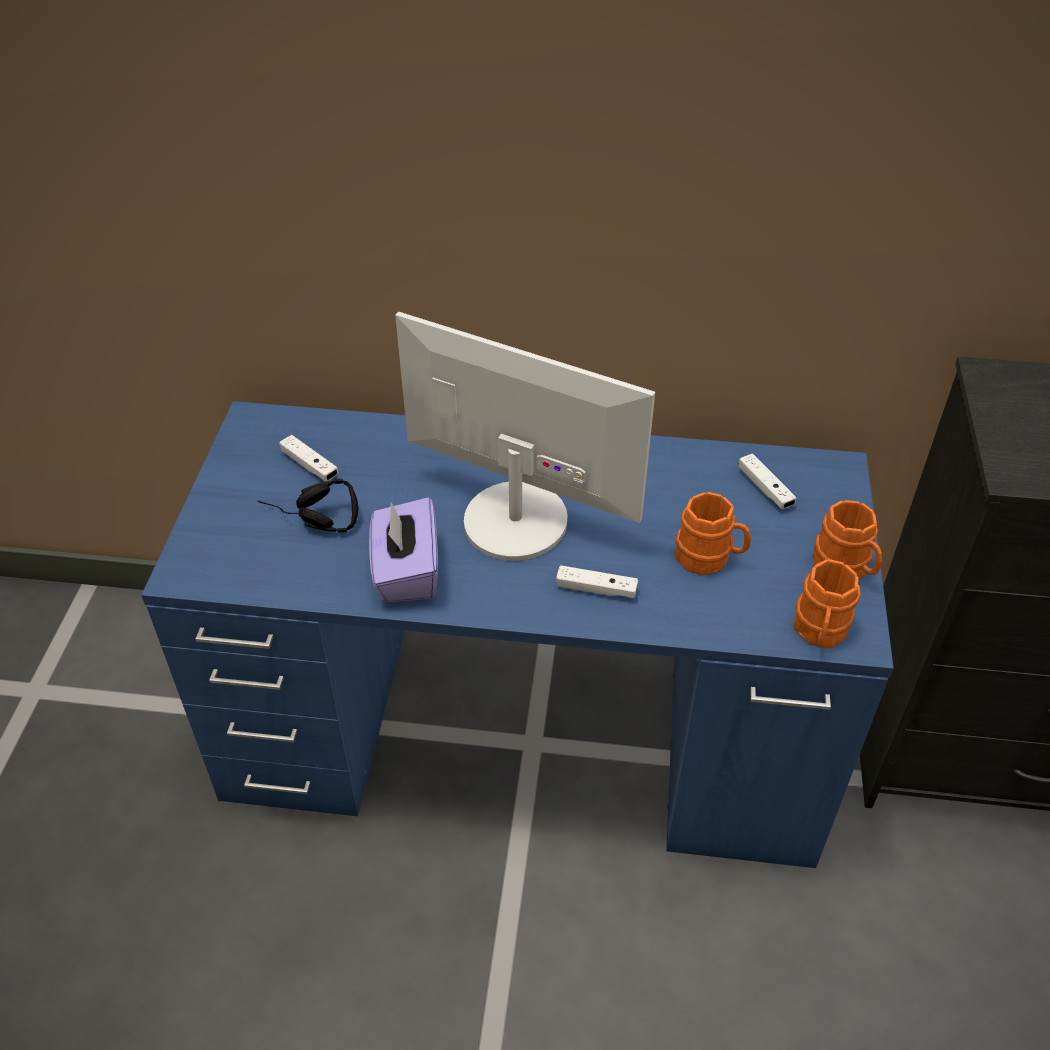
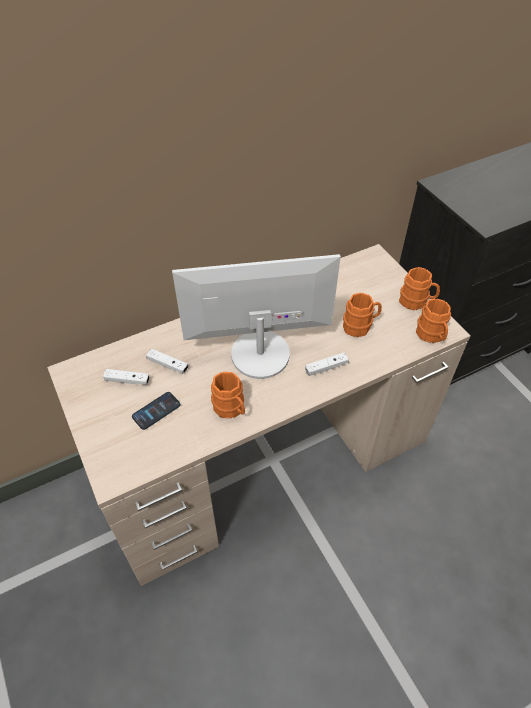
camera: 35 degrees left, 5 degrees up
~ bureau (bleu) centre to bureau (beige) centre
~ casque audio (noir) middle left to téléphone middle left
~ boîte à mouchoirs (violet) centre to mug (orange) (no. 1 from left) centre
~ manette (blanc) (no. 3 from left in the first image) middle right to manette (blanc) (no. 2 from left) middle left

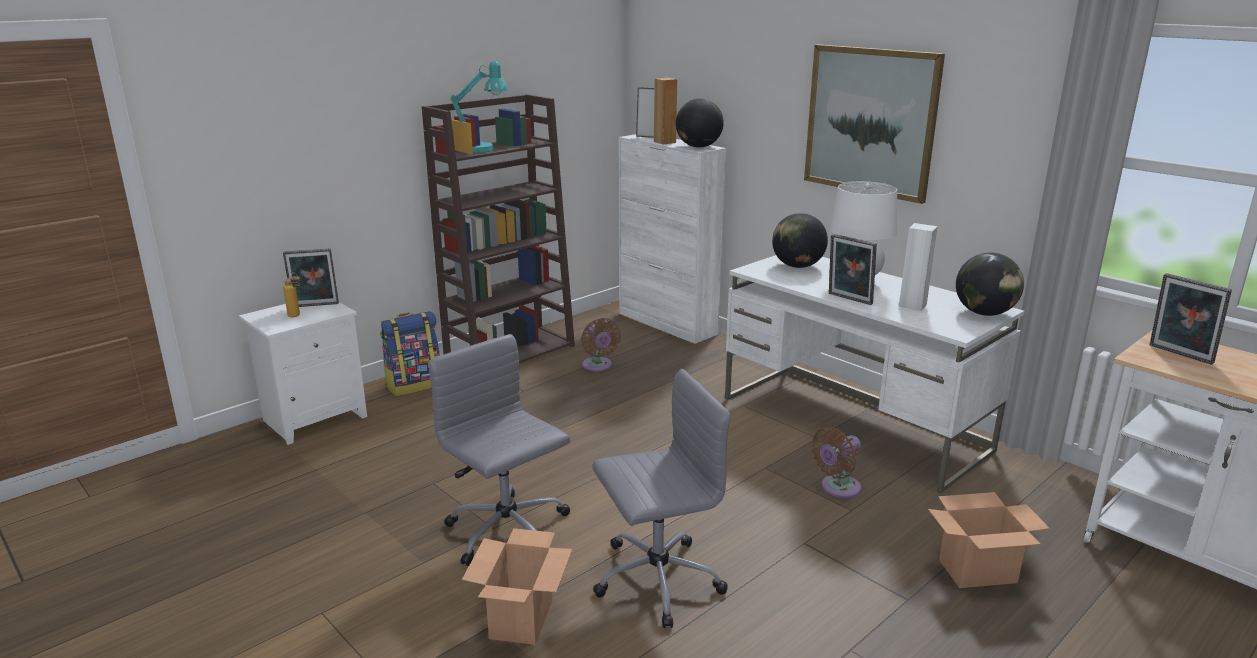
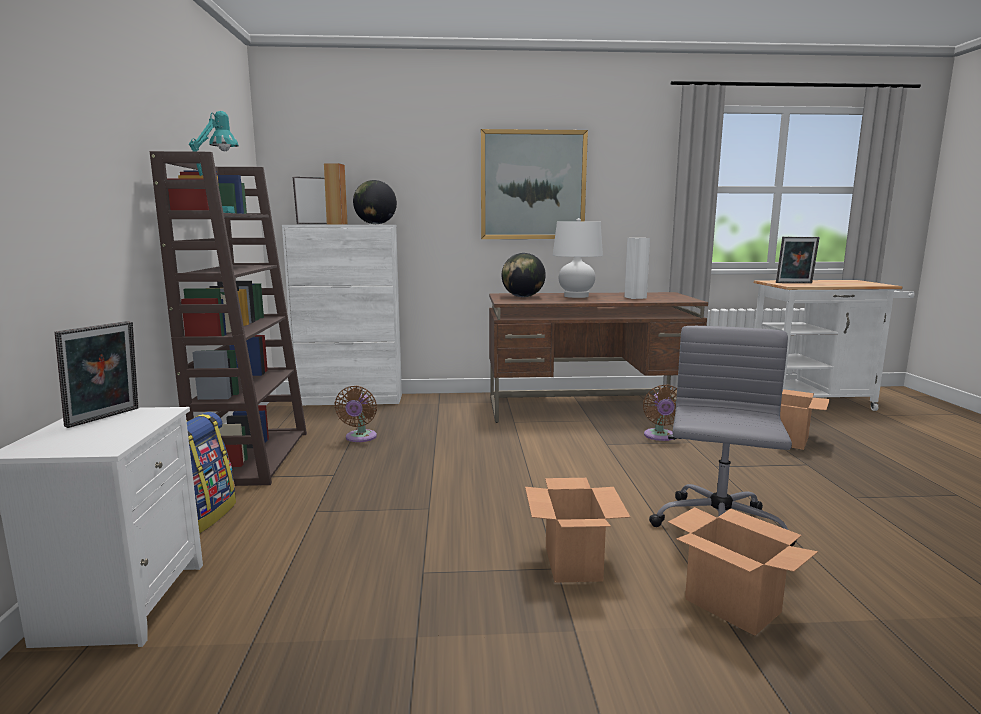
camera: 50 degrees left, 10 degrees down
- bouteille middle left
~ chaise de bureau (gris) (no. 1 from left) bottom centre to carton (no. 1 from left) bottom centre
~ ventilateur (marron) (no. 1 from left) centre = centre 75 degrees clockwise
~ bureau (blanc) middle right to bureau (marron) centre
- cadre photo (no. 3 from left) middle right
- globe (no. 3 from left) middle right

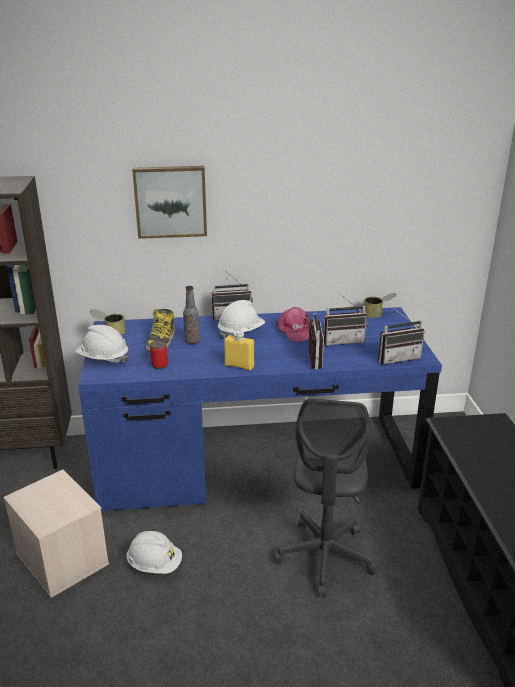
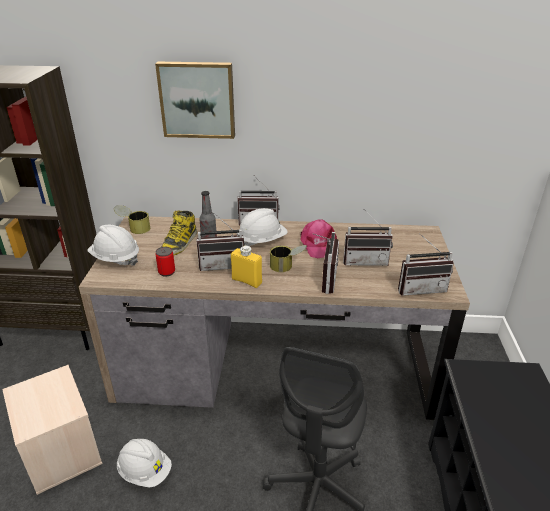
camera: 10 degrees right, 5 degrees up
~ bureau (bleu) centre to bureau (marron) centre
~ boîte métallique (no. 3 from left) middle right to centre
+ radio (no. 1 from left) centre

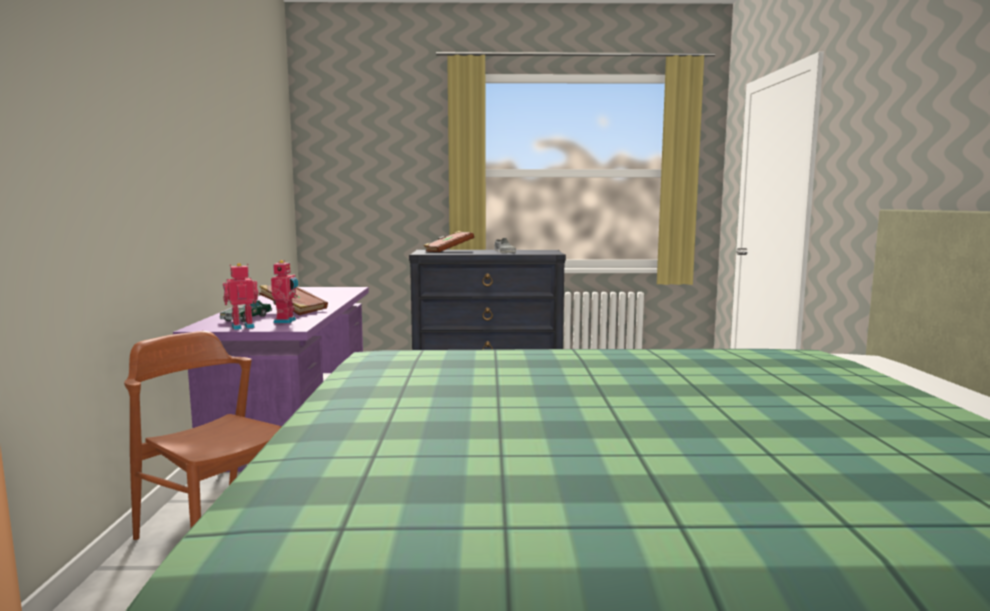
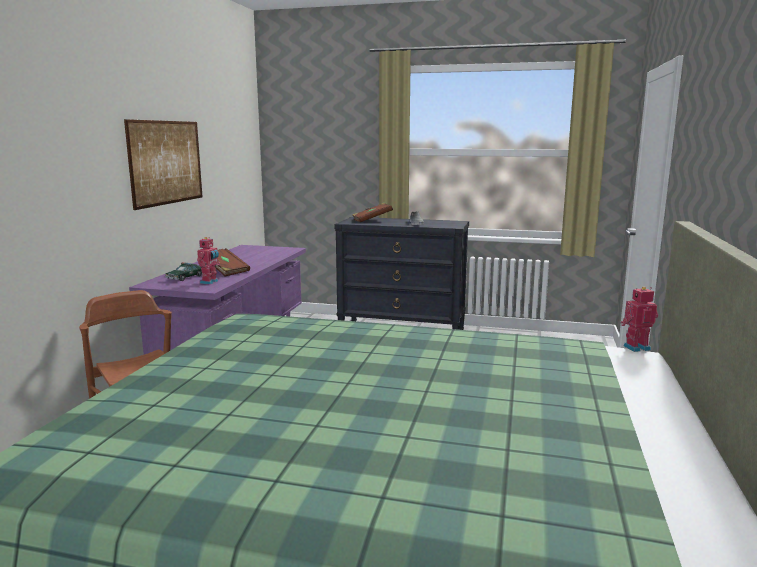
camera: 15 degrees right, 5 degrees up
~ robot jouet (no. 1 from left in the first image) middle left to robot jouet (no. 2 from left) middle right
+ tableau top left

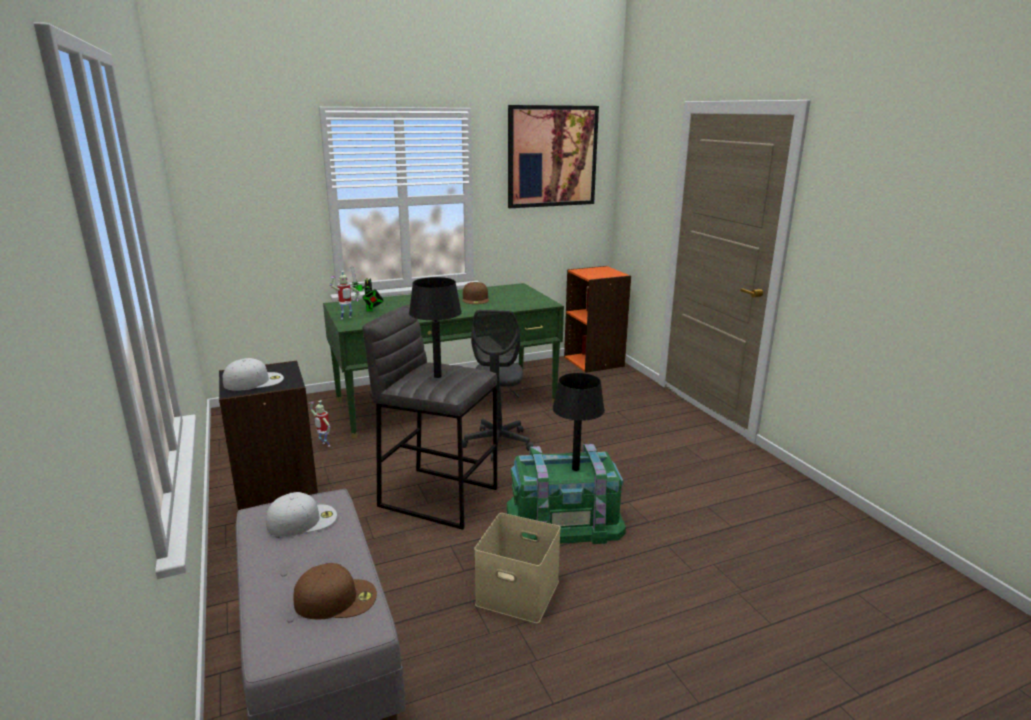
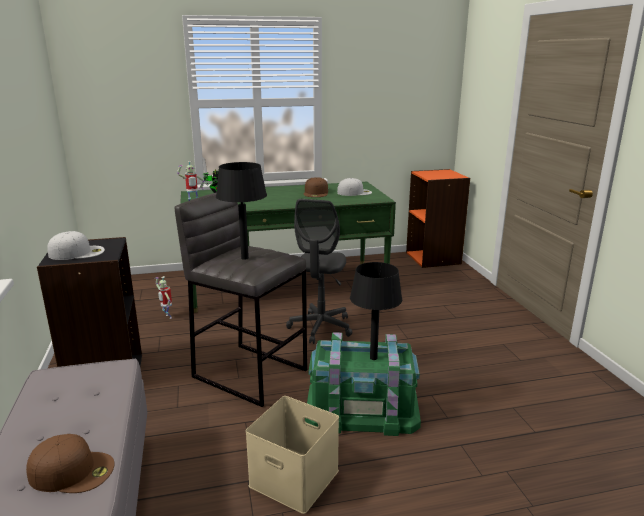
camera: 10 degrees right, 0 degrees up
~ casquette (blanc) (no. 2 from left) bottom left to centre
- tableau top centre

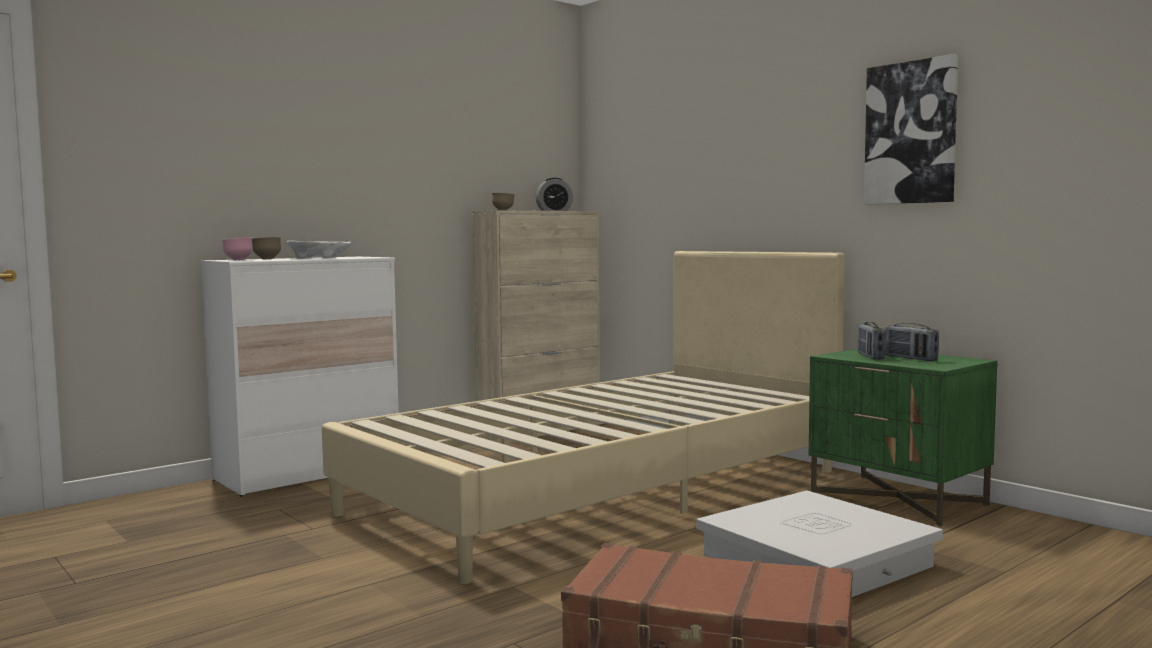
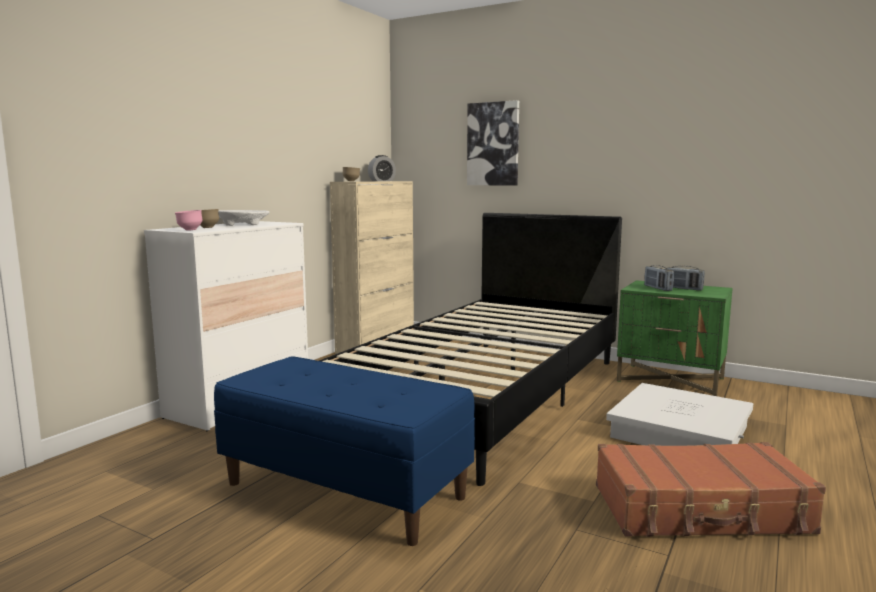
camera: 20 degrees left, 5 degrees up
~ lit (beige) centre to lit (noir) centre
~ tableau top right to top centre
+ banc (bleu) bottom centre

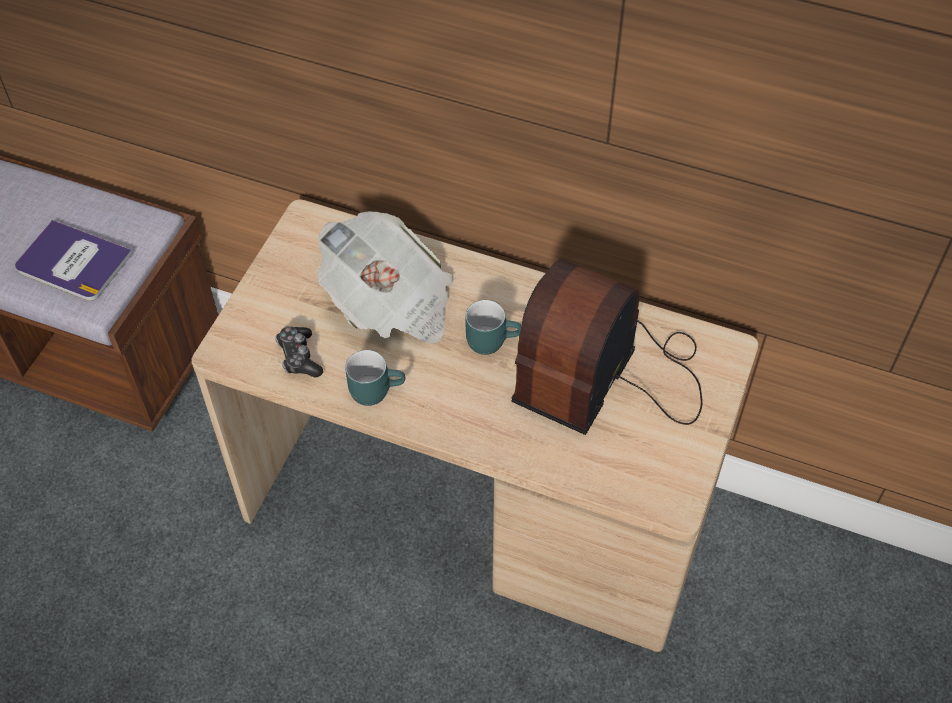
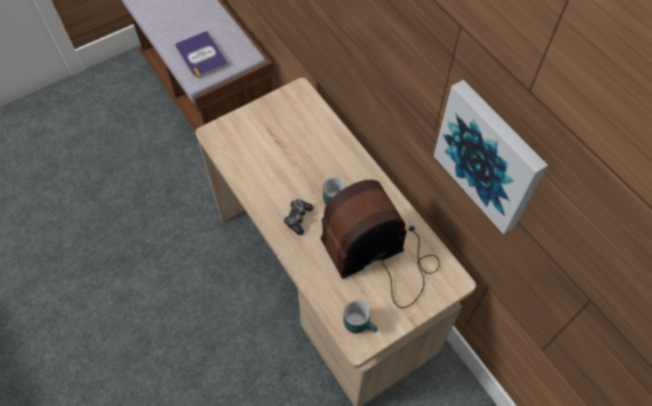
camera: 35 degrees right, 5 degrees up
~ manette middle left to centre
- journal centre
~ mug (turquoise) (no. 1 from left in the first image) centre to mug (turquoise) (no. 2 from left) bottom centre
+ tableau middle right

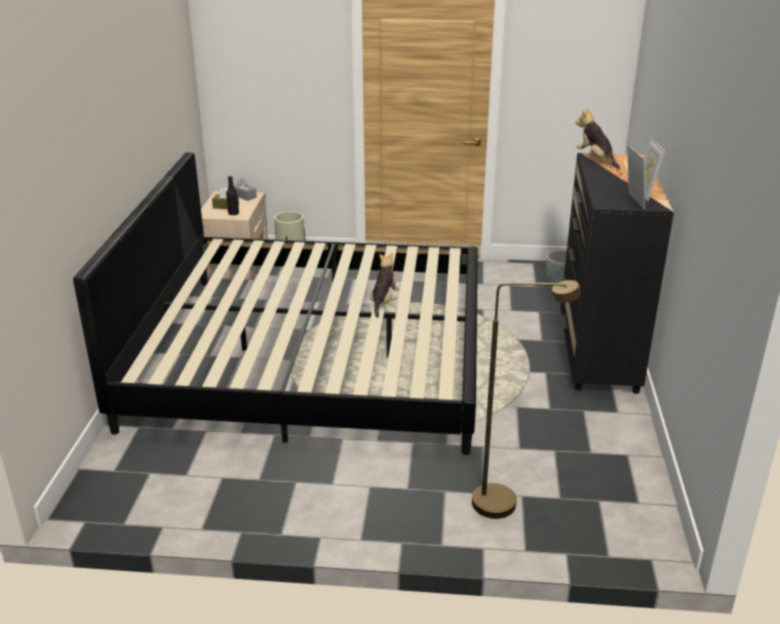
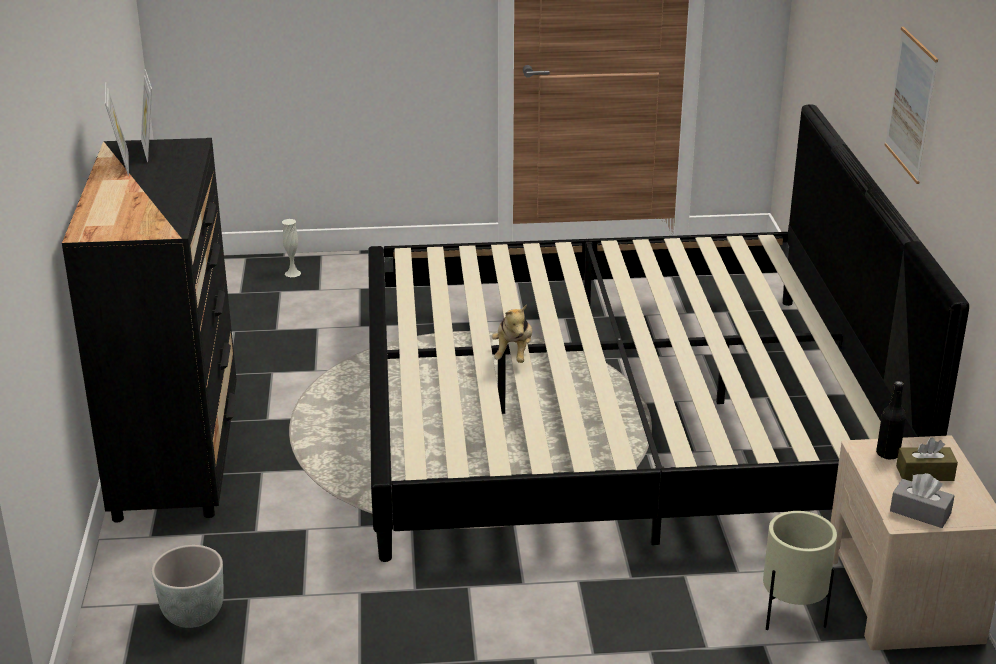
camera: 170 degrees right, 0 degrees up
- lampadaire (marron) middle right
- peluche (no. 2 from left) top right
+ vase (blanc) middle left
+ tableau top right

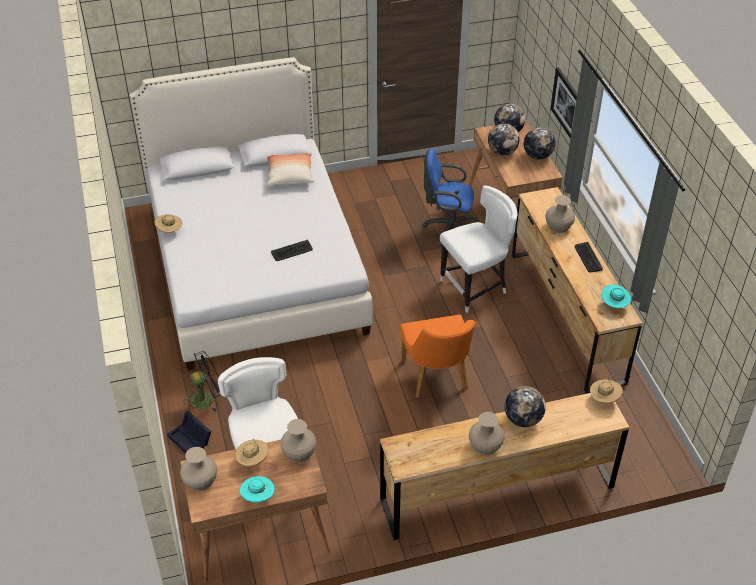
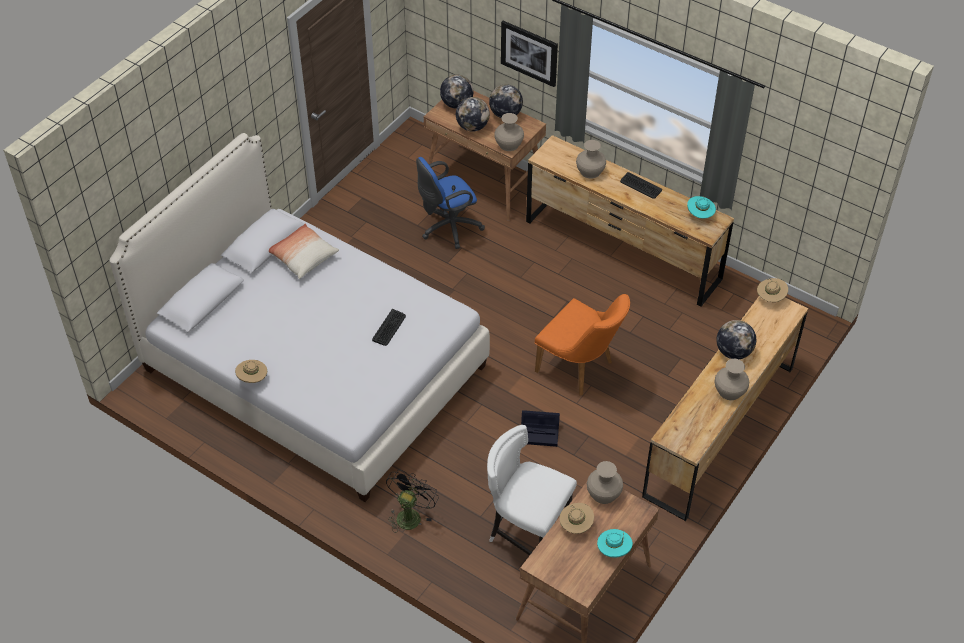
camera: 40 degrees left, 5 degrees up
~ boîte de rangement (noir) bottom left to centre
~ vase (beige) (no. 1 from left) bottom left to top centre
- chaise (blanc) (no. 2 from left) centre

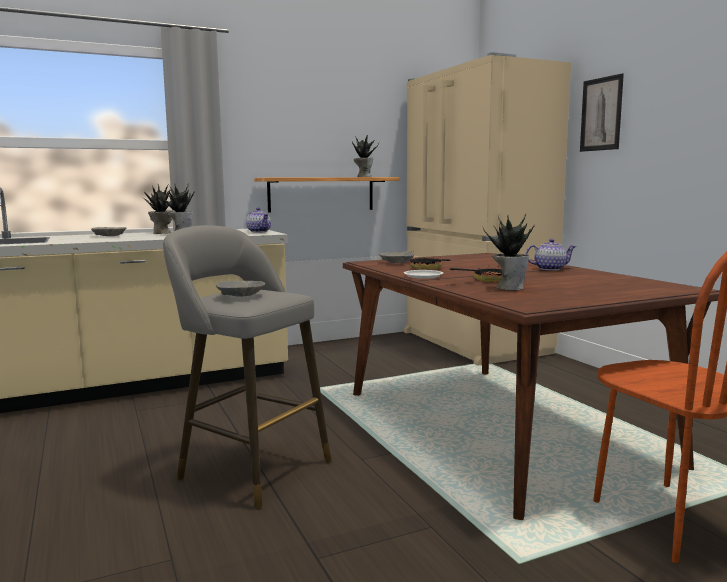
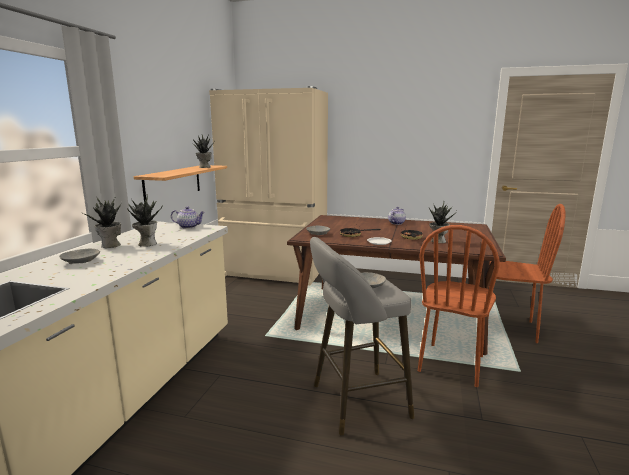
camera: 50 degrees left, 5 degrees up
- tableau top right
+ chaise (marron) (no. 1 from left) middle right

